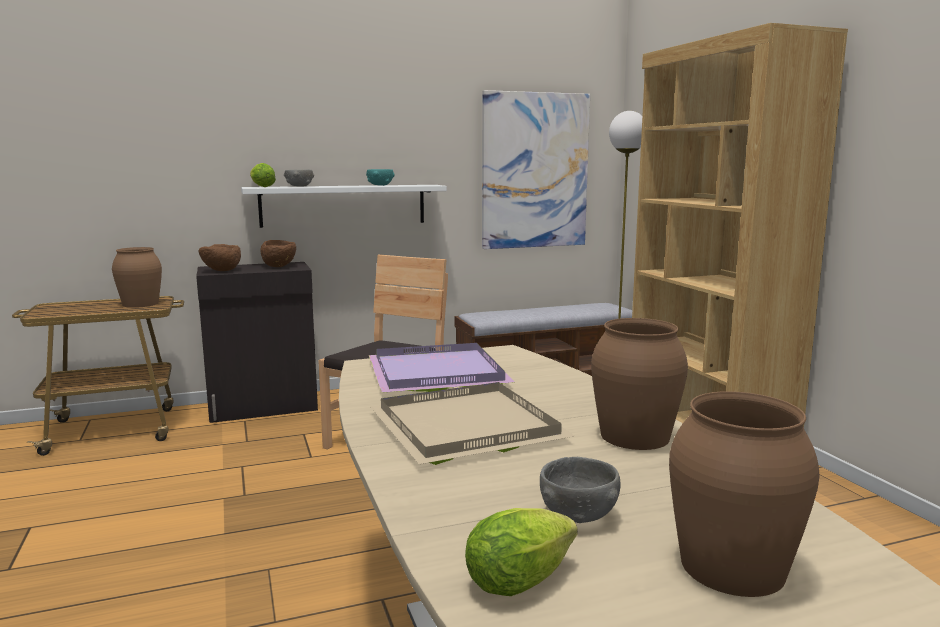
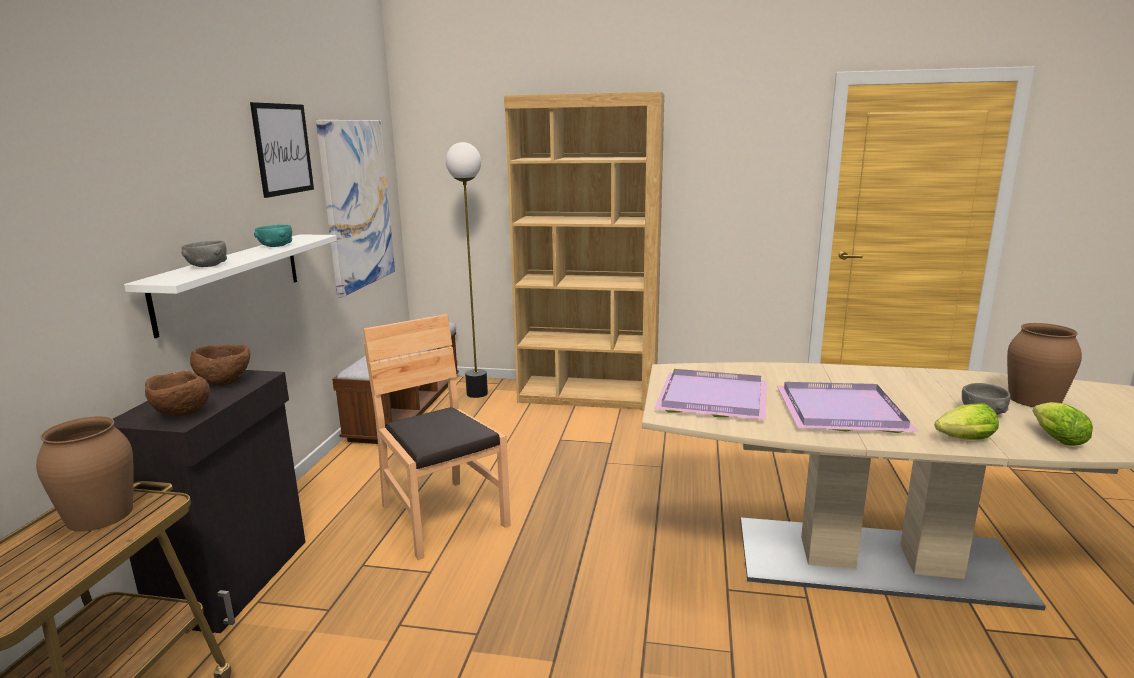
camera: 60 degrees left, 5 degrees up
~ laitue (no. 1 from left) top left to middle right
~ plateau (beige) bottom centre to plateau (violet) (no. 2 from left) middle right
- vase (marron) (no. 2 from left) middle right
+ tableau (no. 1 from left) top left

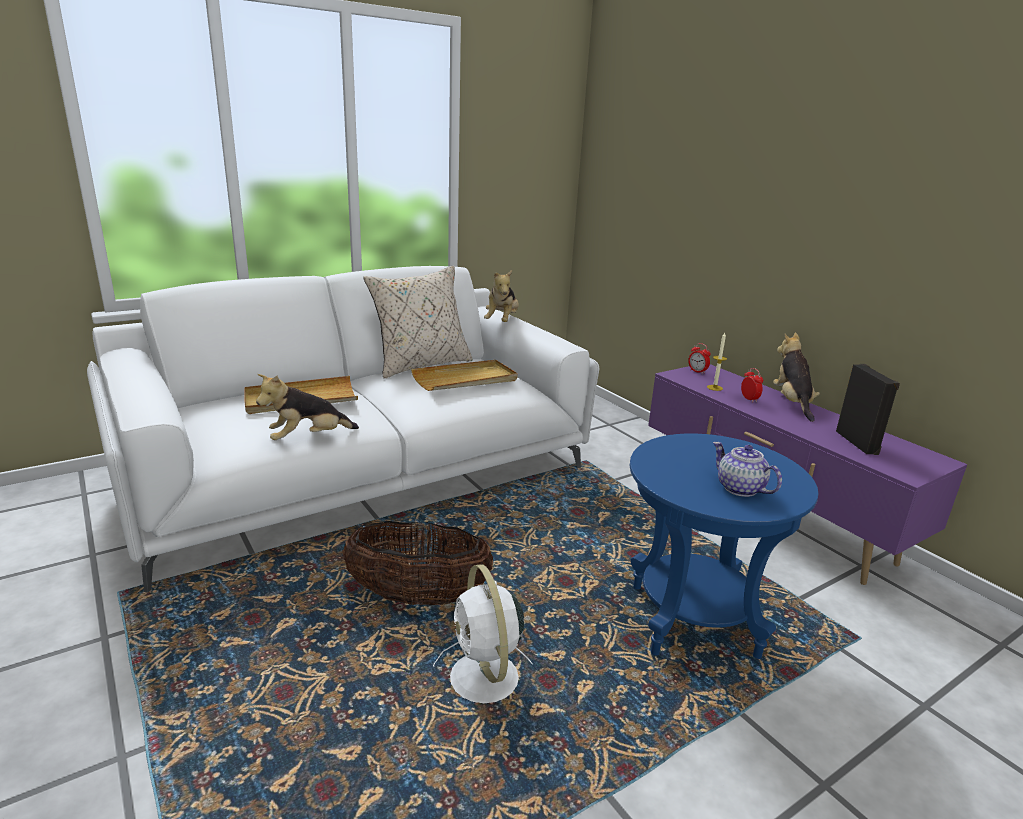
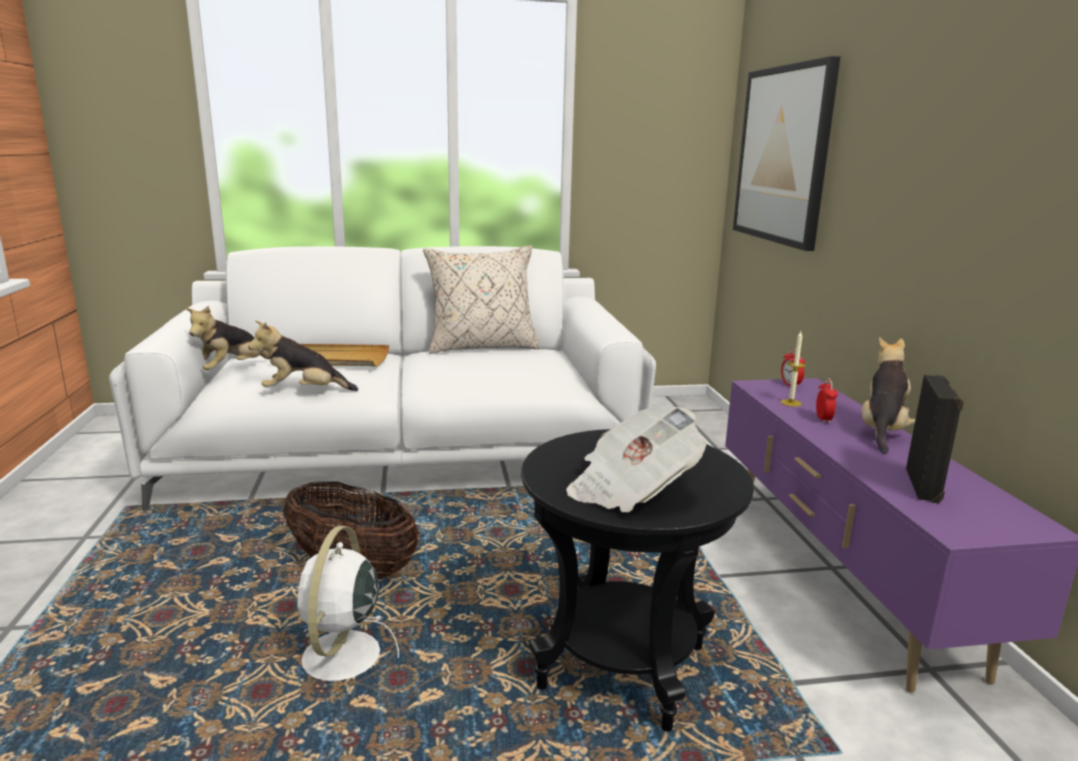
camera: 25 degrees right, 5 degrees down
- plateau (beige) (no. 2 from left) centre
~ peluche (no. 2 from left in the first image) centre to peluche (no. 1 from left) middle left
~ table d'appoint (bleu) bottom right to table d'appoint (noir) bottom centre
~ théière middle right to journal centre
+ tableau top right

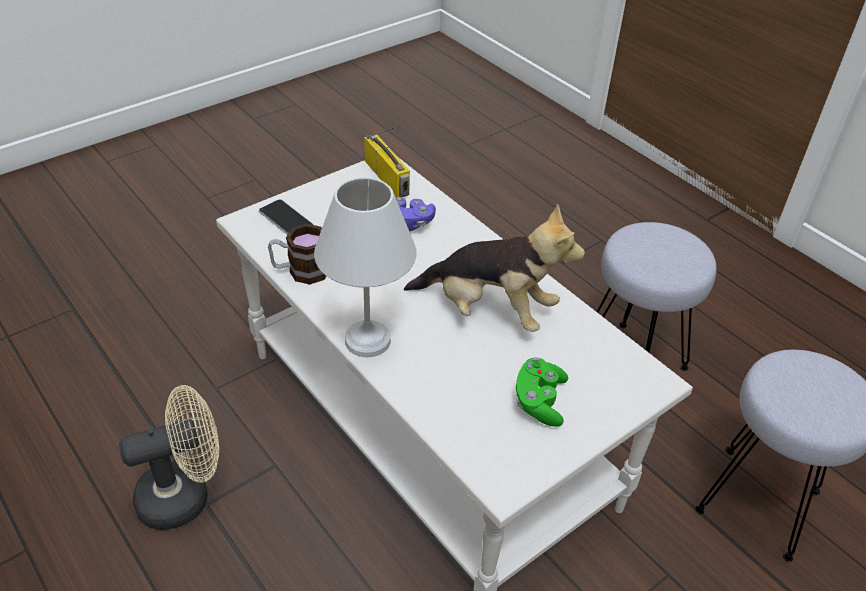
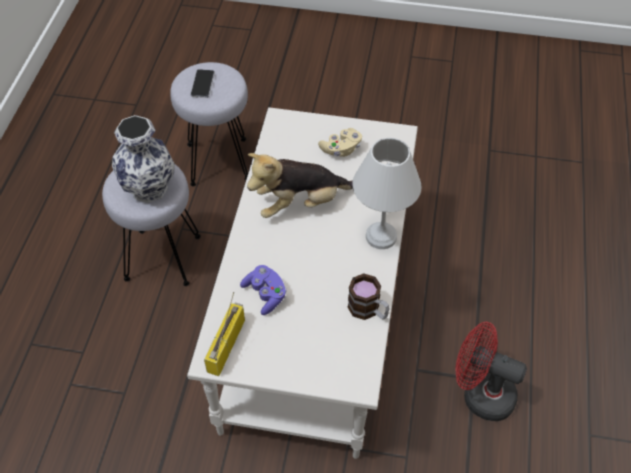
camera: 130 degrees left, 10 degrees up
~ ventilateur (beige) bottom left to ventilateur (rouge) bottom right
~ téléphone middle left to top left
~ peluche centre = centre 90 degrees counterclockwise
~ manette (vert) centre to manette (beige) top centre
+ vase middle left

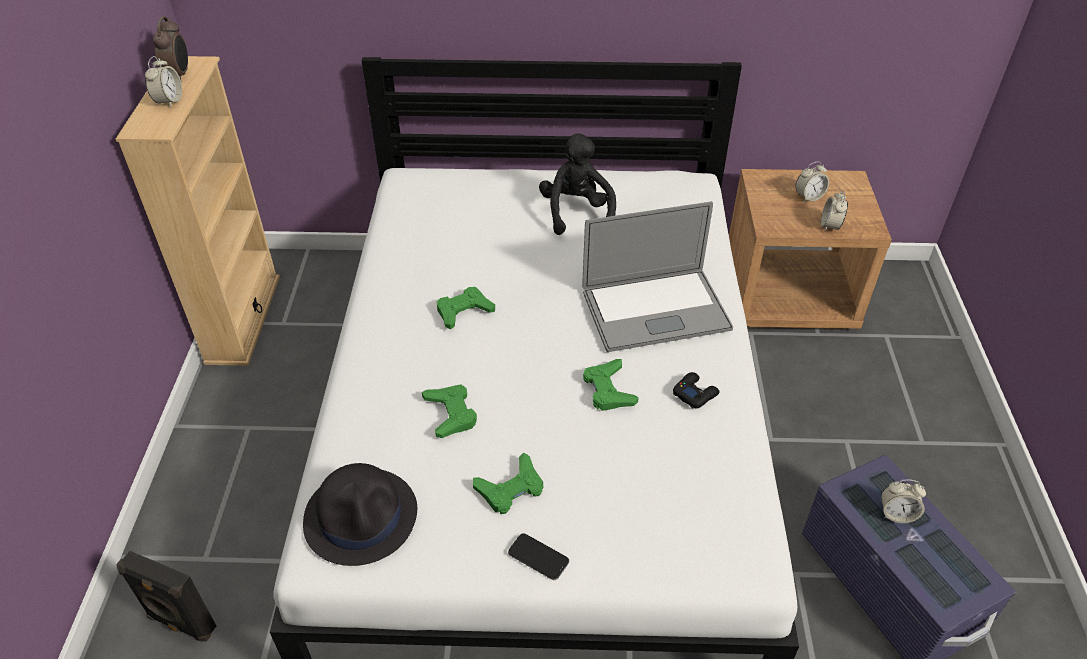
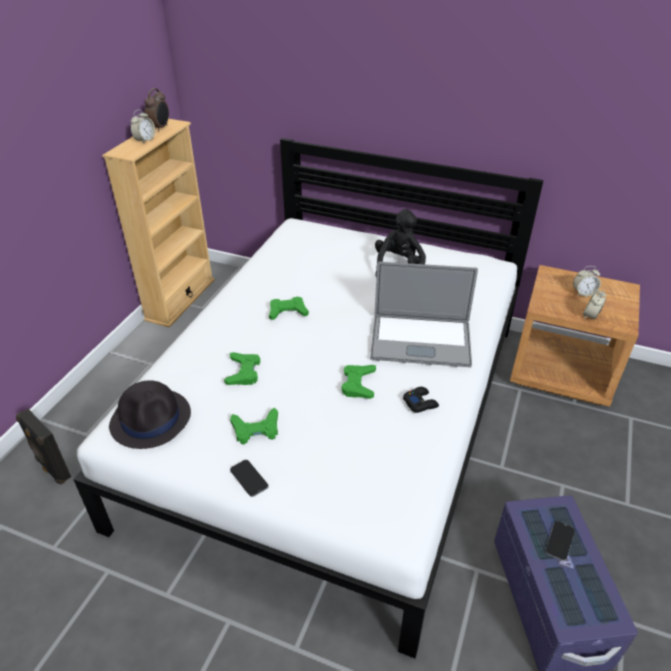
camera: 20 degrees right, 5 degrees down
~ réveil (no. 5 from left) bottom right to téléphone (no. 2 from left) bottom right

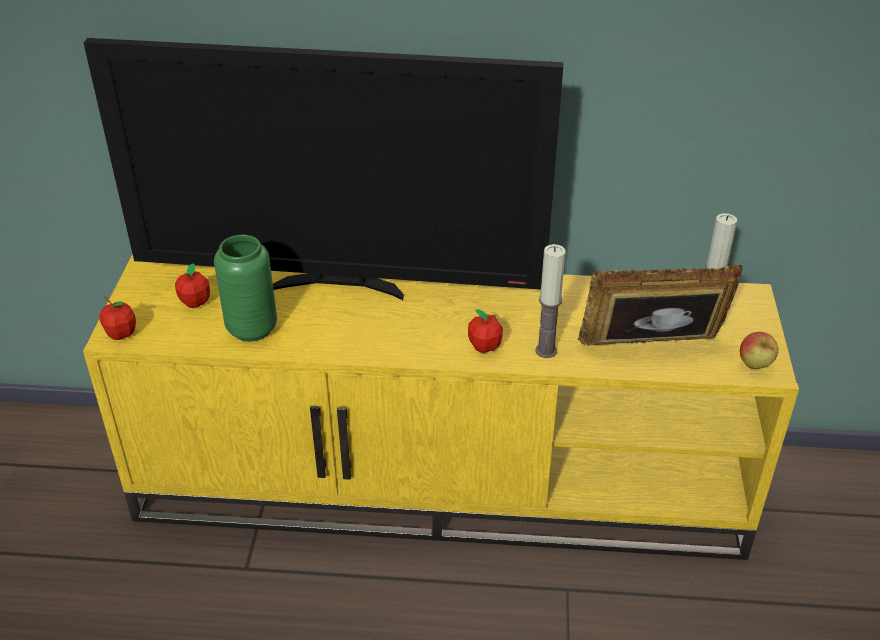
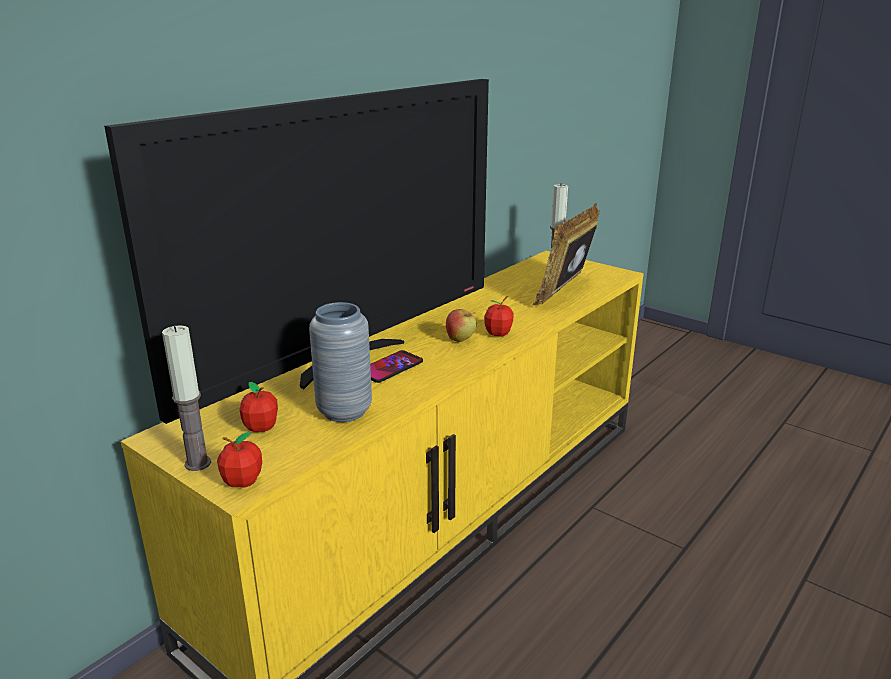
camera: 55 degrees left, 15 degrees down
~ vase (vert) middle left to vase (gris) centre
~ bougie (no. 1 from left) centre to middle left
~ pomme (no. 4 from left in the first image) middle right to pomme (no. 3 from left) centre
+ téléphone centre

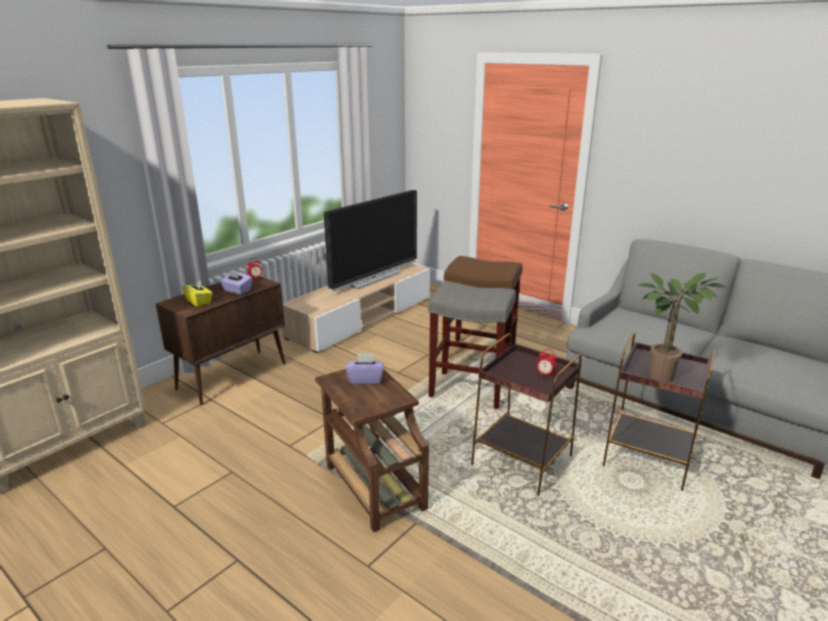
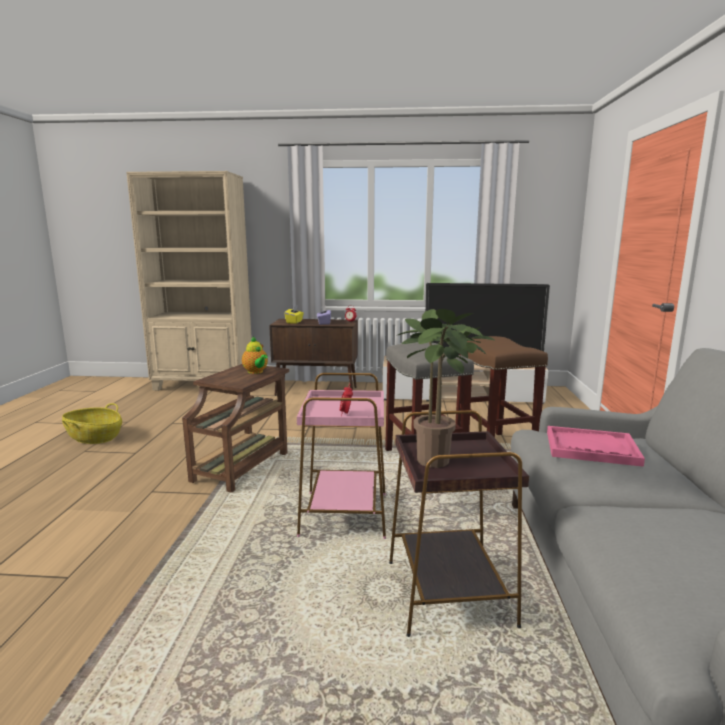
camera: 55 degrees right, 10 degrees down
~ boîte à mouchoirs (violet) (no. 2 from left) centre to théière centre
~ table d'appoint (marron) (no. 2 from left) bottom centre to table d'appoint (rose) centre
+ panier middle left
+ plateau (rose) middle right

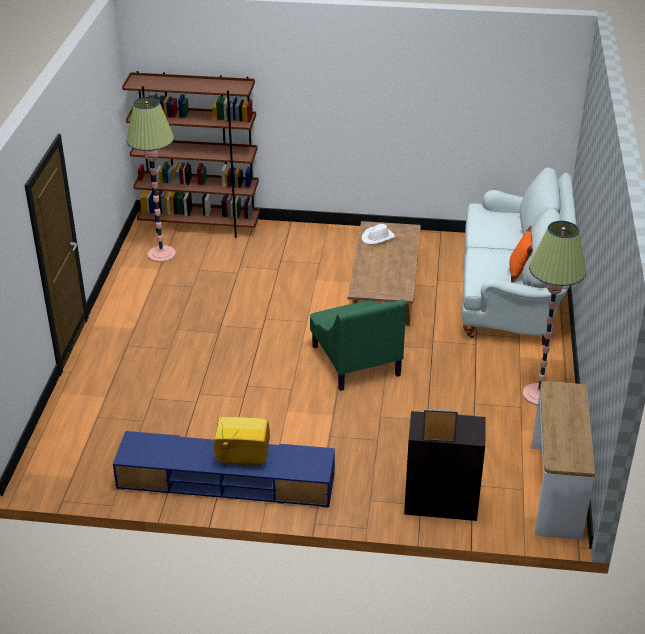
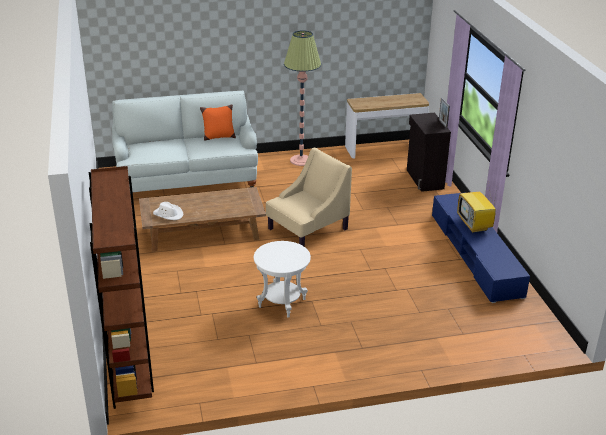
camera: 110 degrees left, 5 degrees down
- lampadaire (no. 1 from left) top left
~ fauteuil (vert) centre to fauteuil (beige) centre
+ table d'appoint (blanc) centre

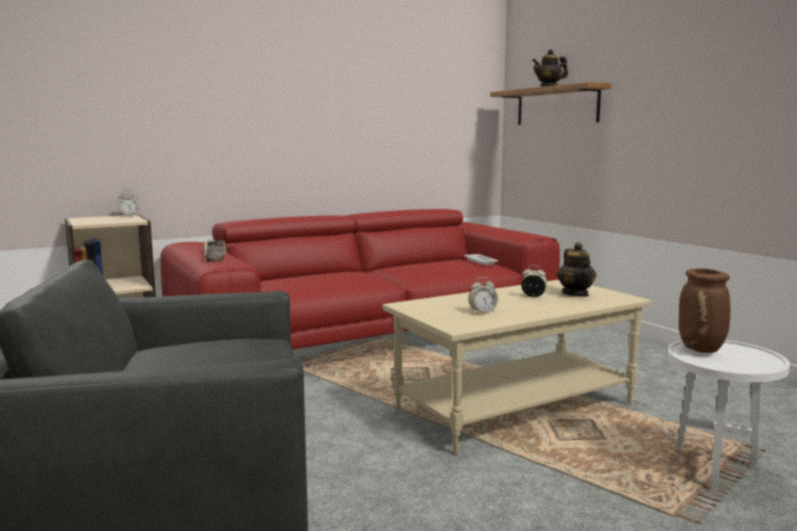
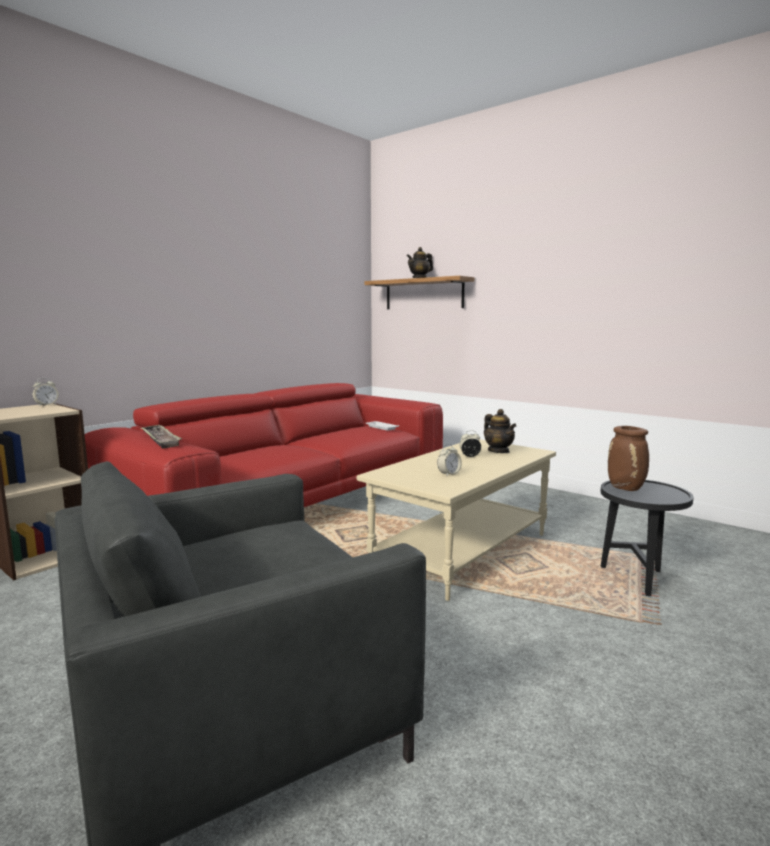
camera: 20 degrees left, 0 degrees up
~ table d'appoint (blanc) bottom right to table d'appoint (noir) middle right

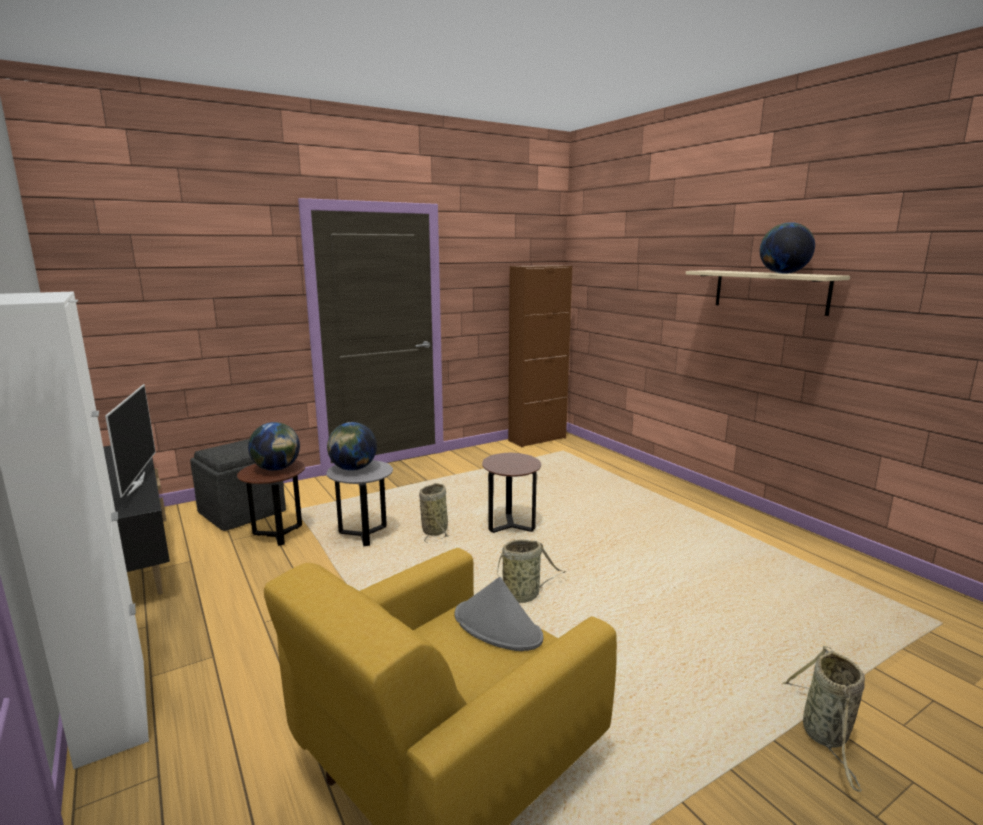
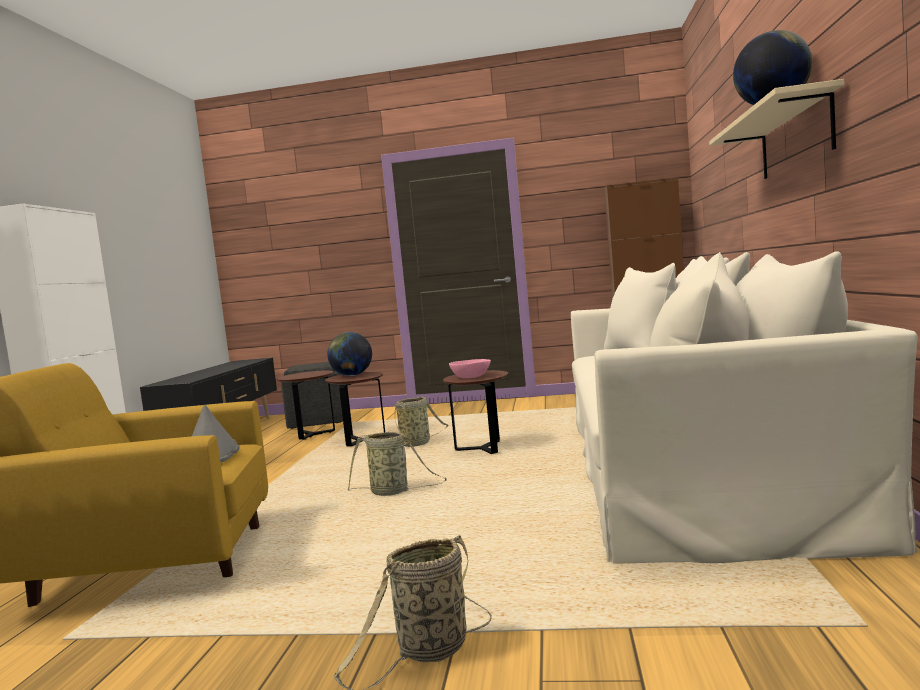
camera: 40 degrees right, 10 degrees down
- téléviseur middle left
- globe (no. 1 from left) middle left
~ table d'appoint (gris) centre to table d'appoint (marron) (no. 2 from left) centre
+ bol (rose) centre
+ canapé (beige) middle right

